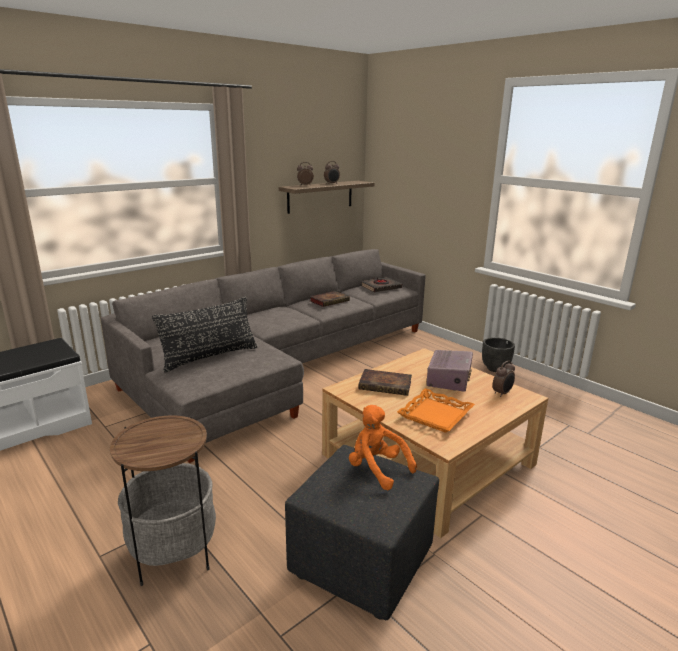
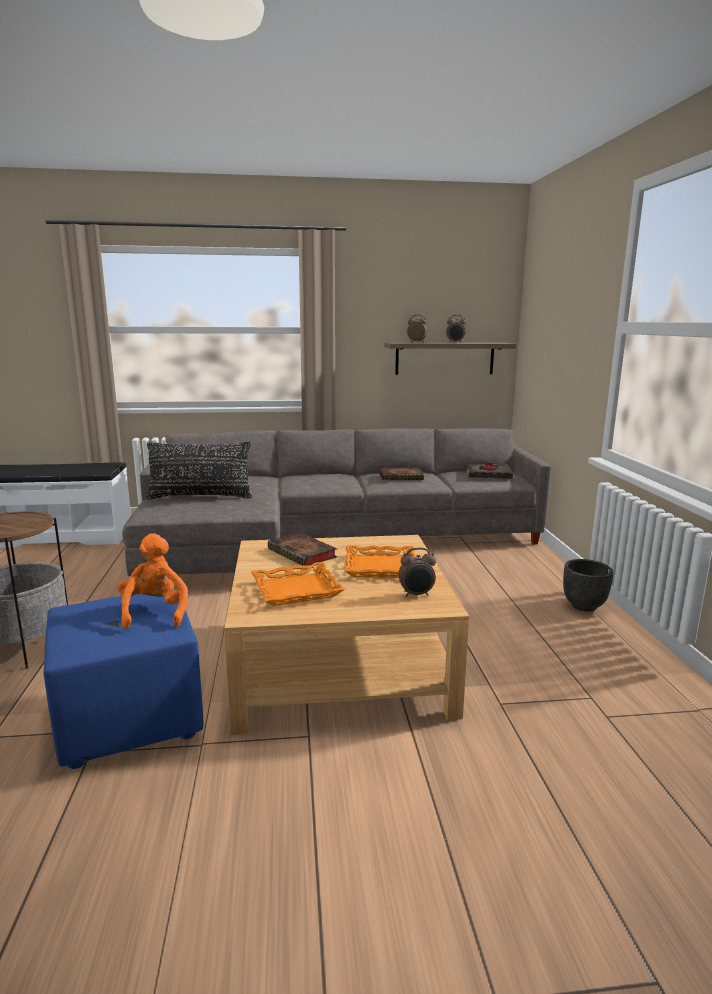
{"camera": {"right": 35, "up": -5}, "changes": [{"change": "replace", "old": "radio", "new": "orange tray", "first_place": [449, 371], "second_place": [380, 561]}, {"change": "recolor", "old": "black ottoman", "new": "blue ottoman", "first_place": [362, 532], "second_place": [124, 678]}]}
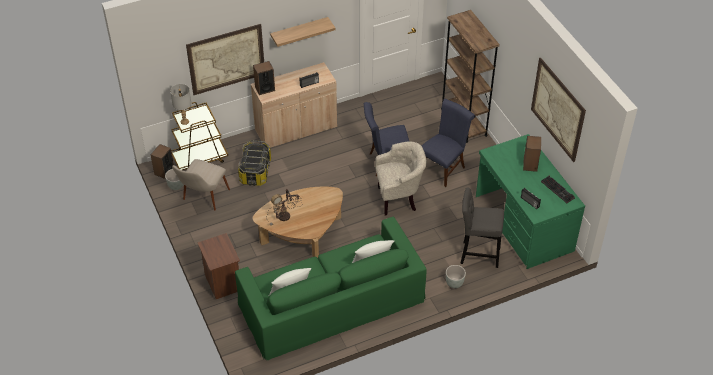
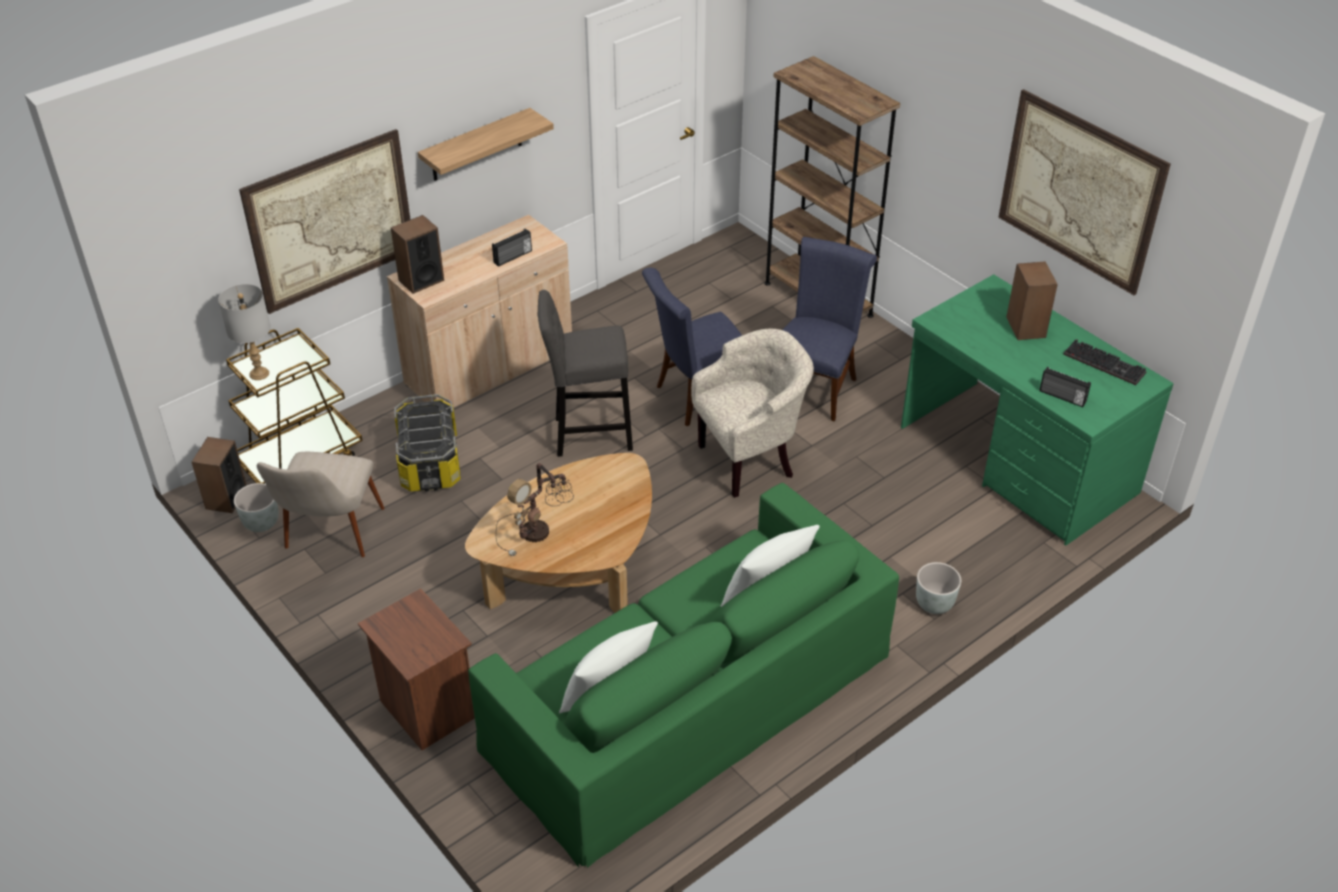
{"camera": {"right": -15, "up": -5}, "changes": [{"change": "move", "old": "grey stool", "first_place": [482, 227], "second_place": [585, 373]}]}
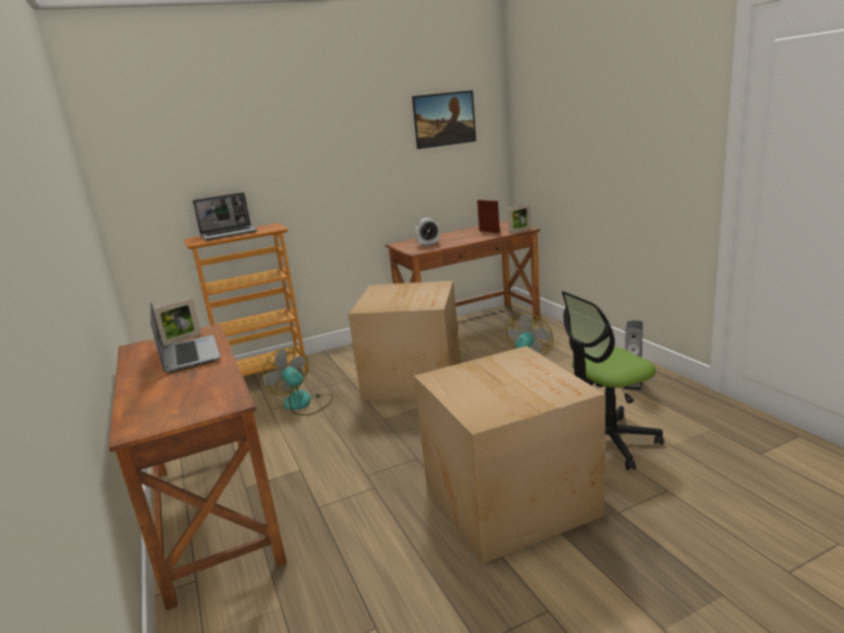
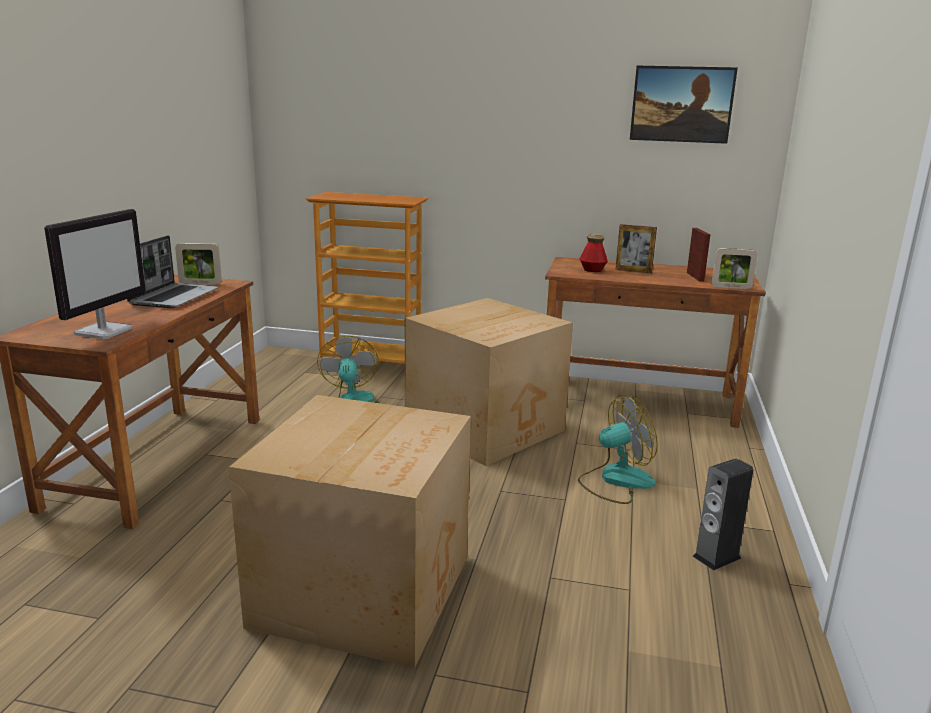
{"camera": {"right": 35, "up": 0}, "changes": [{"change": "delete", "old": "laptop", "first_place": [225, 216]}, {"change": "delete", "old": "office chair", "first_place": [612, 380]}, {"change": "insert", "new": "monitor", "second_place": [95, 274]}, {"change": "insert", "new": "picture frame", "second_place": [636, 248]}, {"change": "replace", "old": "alarm clock", "new": "bottle", "first_place": [427, 232], "second_place": [593, 252]}]}
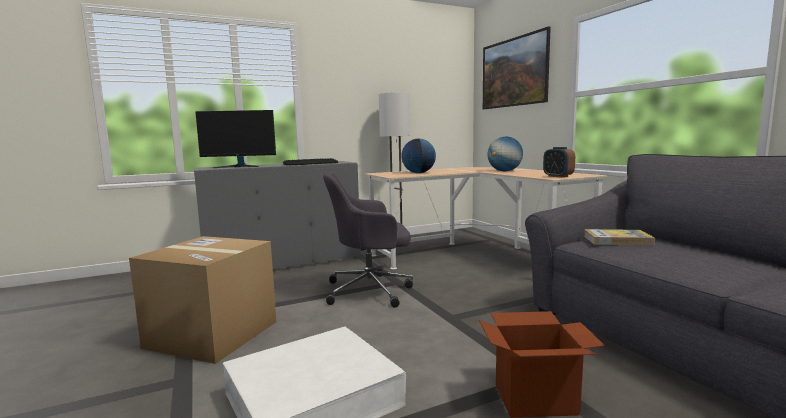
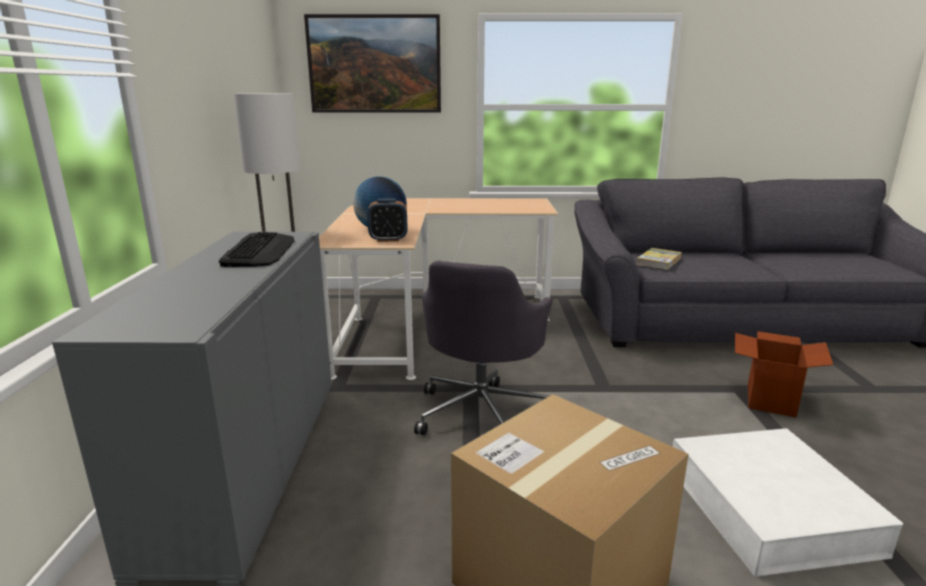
{"camera": {"right": -65, "up": 10}, "changes": [{"change": "delete", "old": "monitor", "first_place": [235, 139]}, {"change": "delete", "old": "globe", "first_place": [505, 154]}, {"change": "move", "old": "alarm clock", "first_place": [559, 162], "second_place": [387, 220]}]}
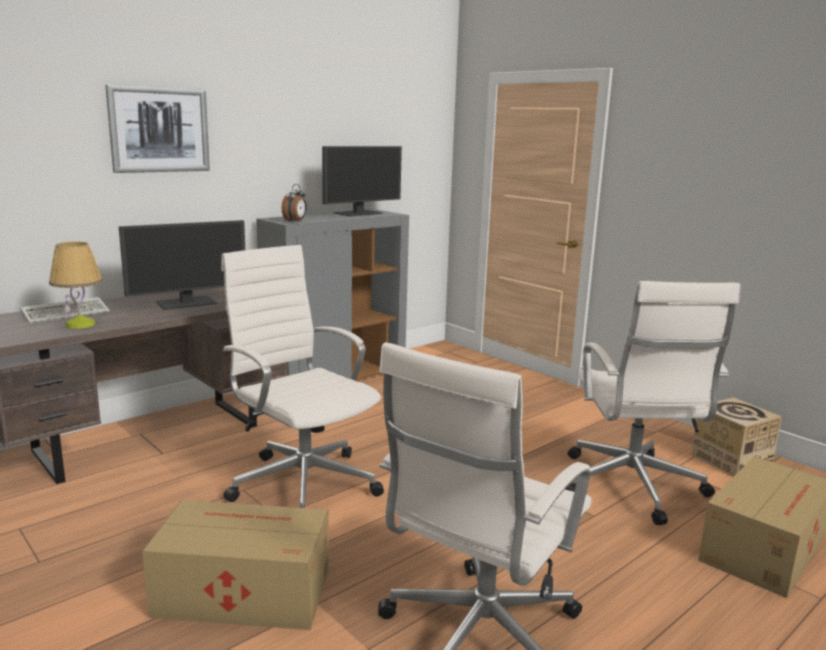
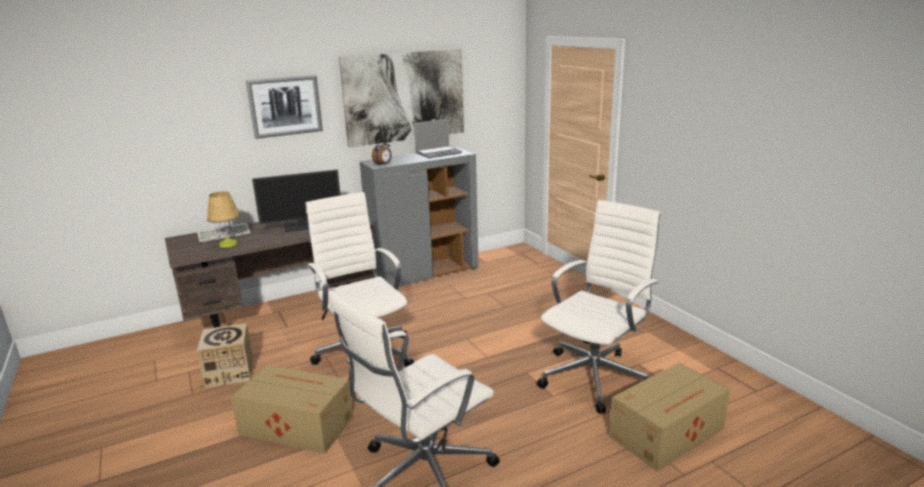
{"camera": {"right": 15, "up": 5}, "changes": [{"change": "insert", "new": "picture", "second_place": [401, 98]}, {"change": "move", "old": "cardboard box", "first_place": [737, 437], "second_place": [225, 355]}, {"change": "replace", "old": "monitor", "new": "laptop", "first_place": [362, 181], "second_place": [438, 138]}, {"change": "rotate", "old": "white office chair", "first_place": [652, 403], "second_place": [599, 306], "degrees": -150}]}
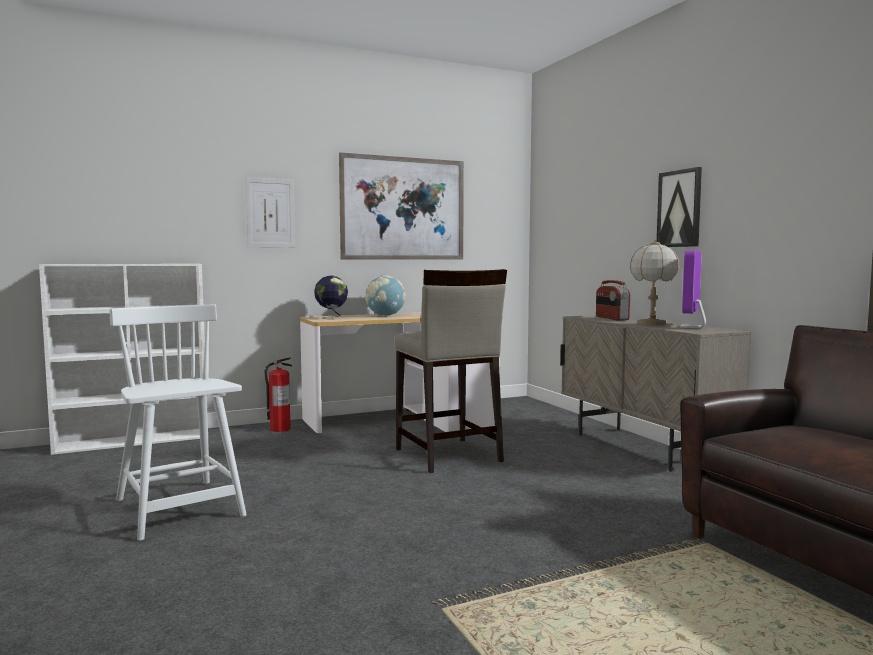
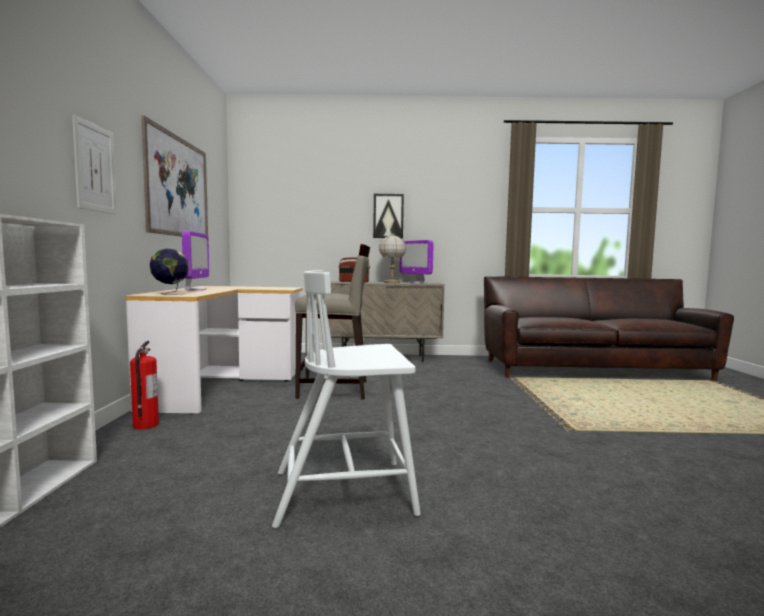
{"camera": {"right": -65, "up": 0}, "changes": [{"change": "replace", "old": "globe", "new": "monitor", "first_place": [385, 295], "second_place": [195, 261]}]}
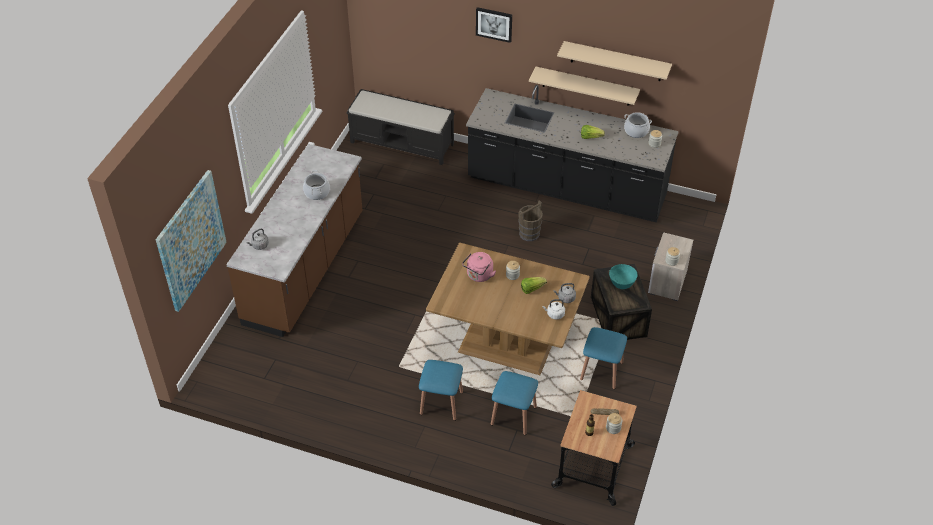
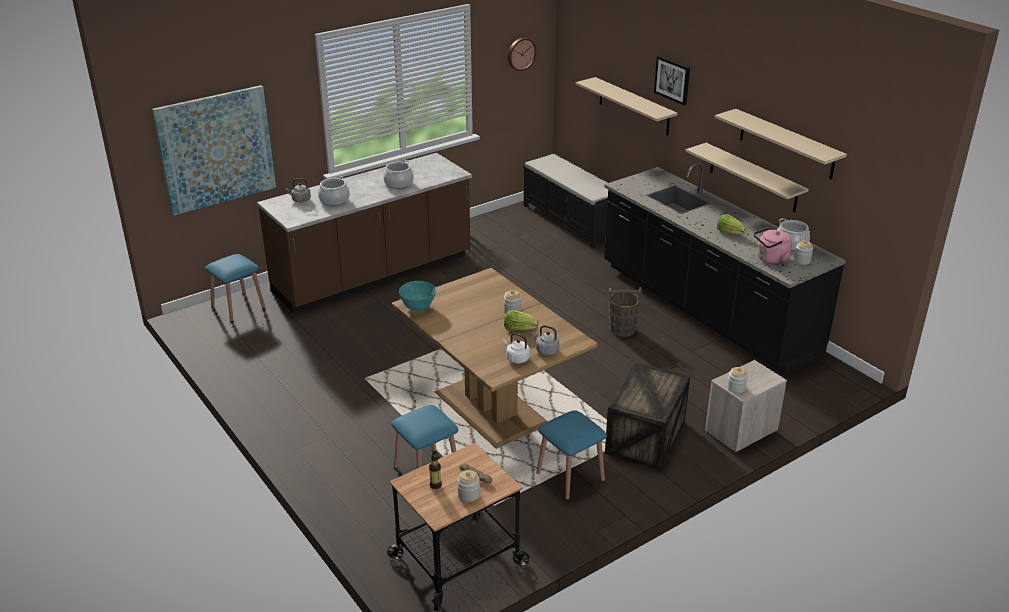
{"camera": {"right": 35, "up": -15}, "changes": [{"change": "insert", "new": "cooking pot", "second_place": [334, 191]}, {"change": "insert", "new": "wall clock", "second_place": [522, 54]}, {"change": "insert", "new": "beige shelf", "second_place": [627, 106]}, {"change": "move", "old": "blue stool", "first_place": [441, 390], "second_place": [235, 288]}, {"change": "move", "old": "pink kettle", "first_place": [479, 267], "second_place": [773, 245]}, {"change": "move", "old": "turquoise bowl", "first_place": [623, 276], "second_place": [417, 296]}]}
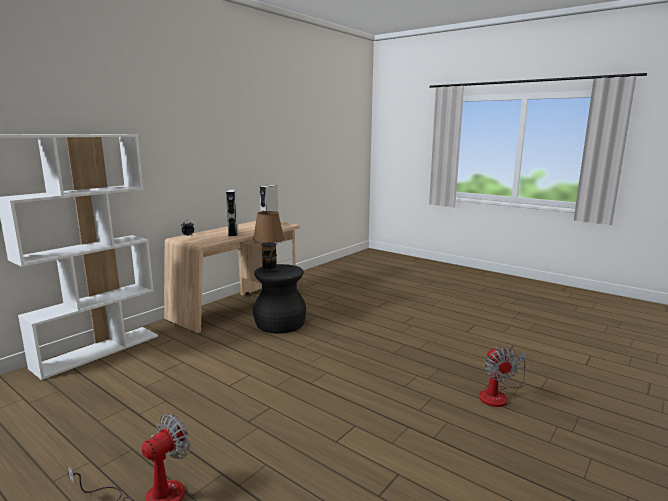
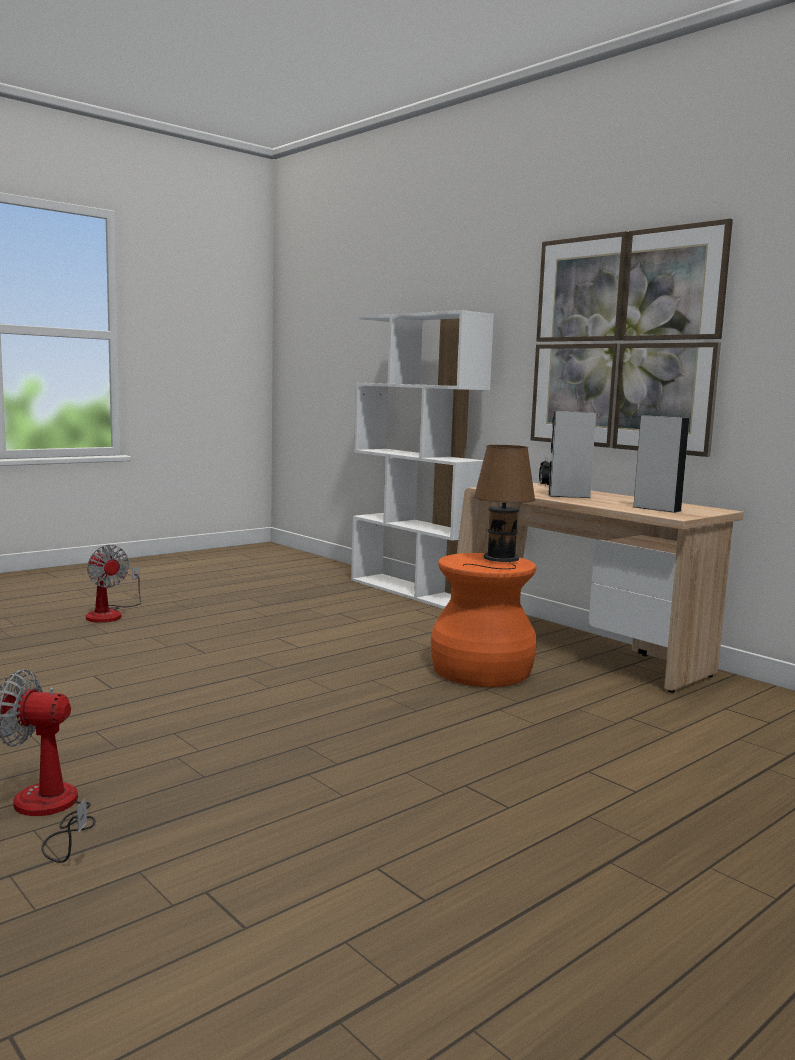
{"camera": {"right": 100, "up": -5}, "changes": [{"change": "insert", "new": "picture", "second_place": [632, 338]}, {"change": "recolor", "old": "black stool", "new": "orange stool", "first_place": [279, 299], "second_place": [483, 620]}]}
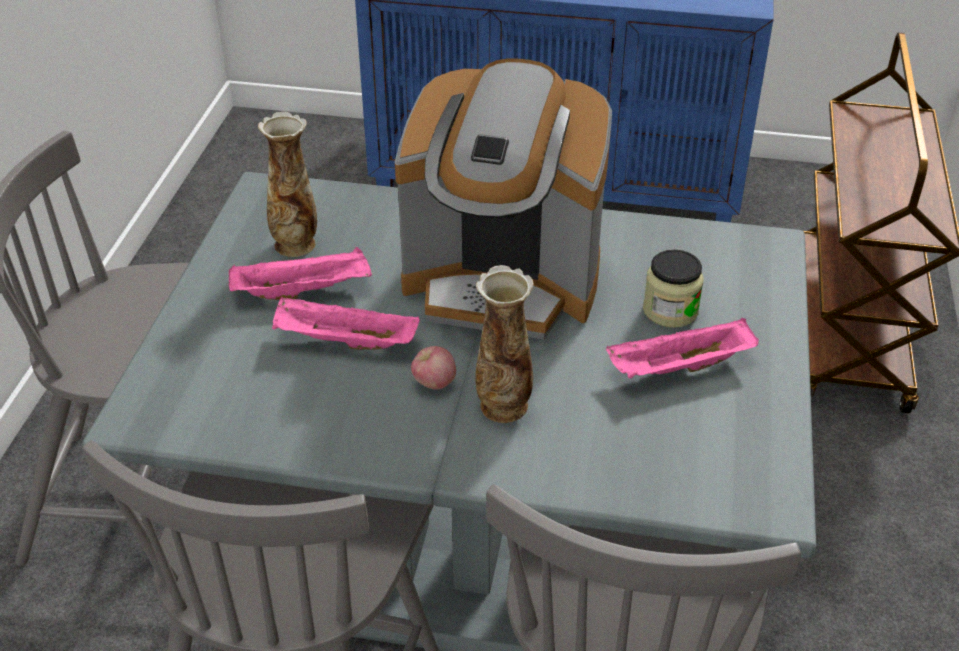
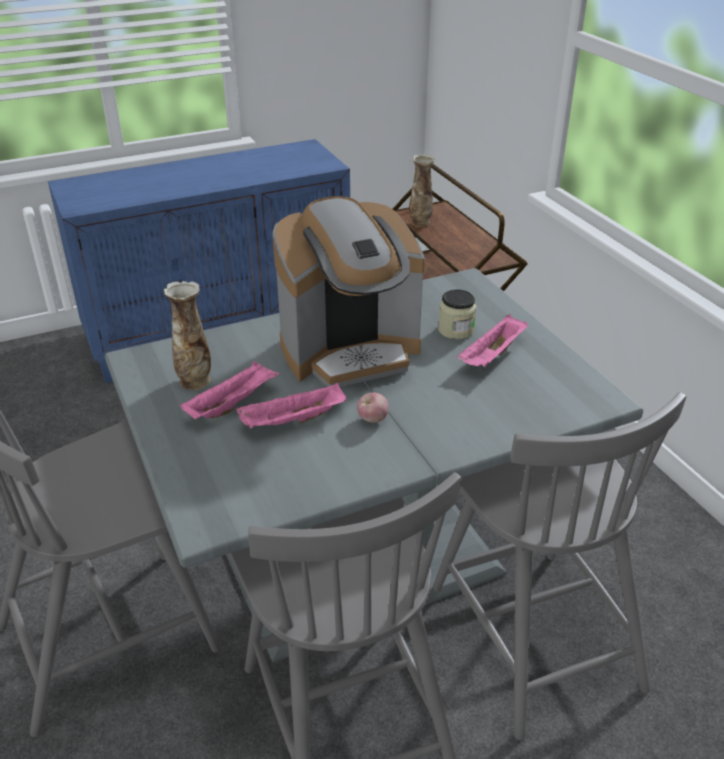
{"camera": {"right": -35, "up": -5}, "changes": [{"change": "move", "old": "vase", "first_place": [505, 344], "second_place": [422, 190]}]}
